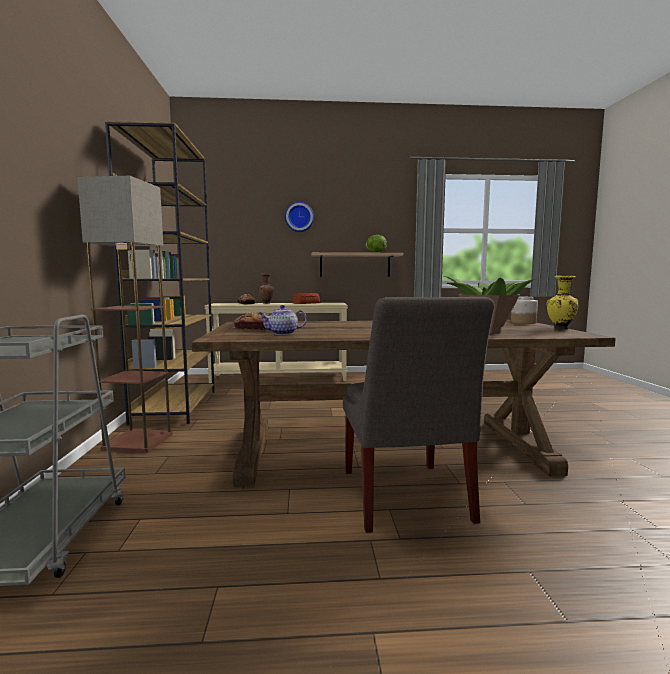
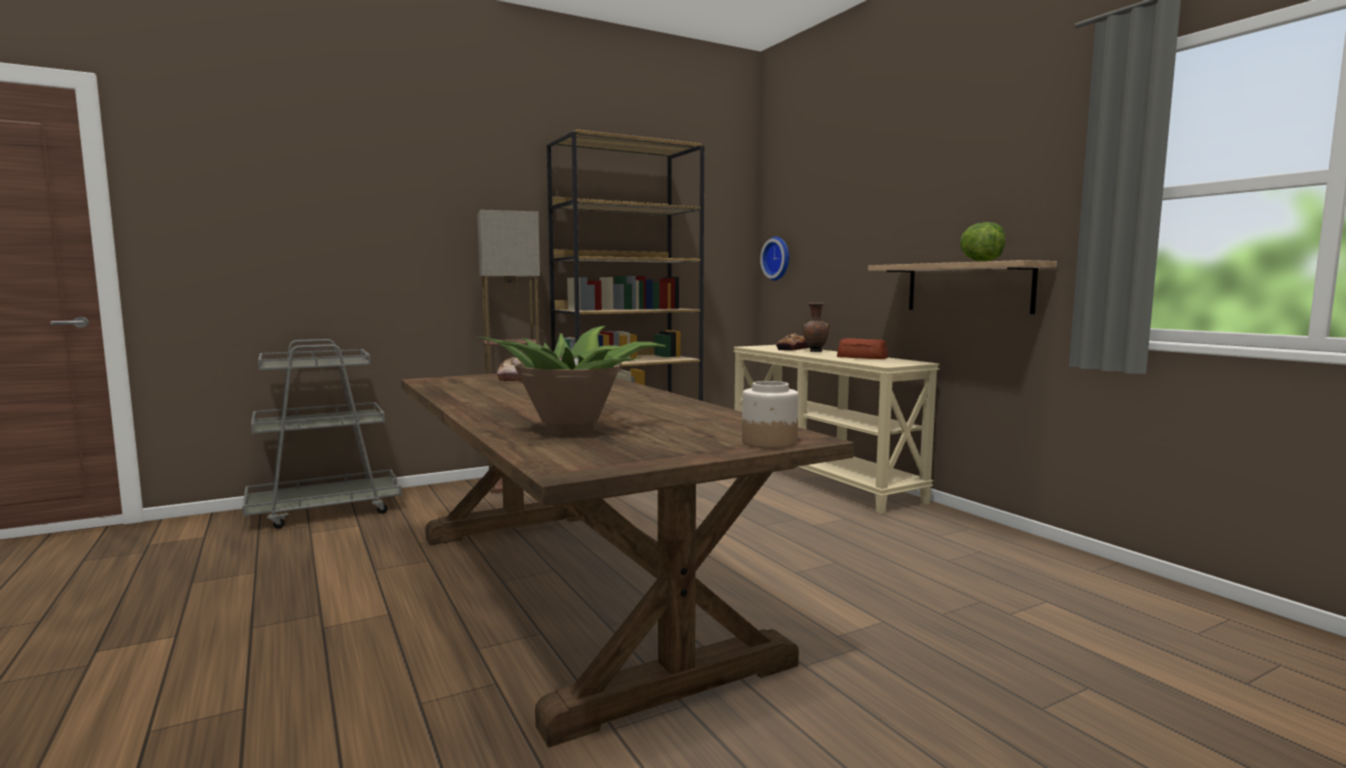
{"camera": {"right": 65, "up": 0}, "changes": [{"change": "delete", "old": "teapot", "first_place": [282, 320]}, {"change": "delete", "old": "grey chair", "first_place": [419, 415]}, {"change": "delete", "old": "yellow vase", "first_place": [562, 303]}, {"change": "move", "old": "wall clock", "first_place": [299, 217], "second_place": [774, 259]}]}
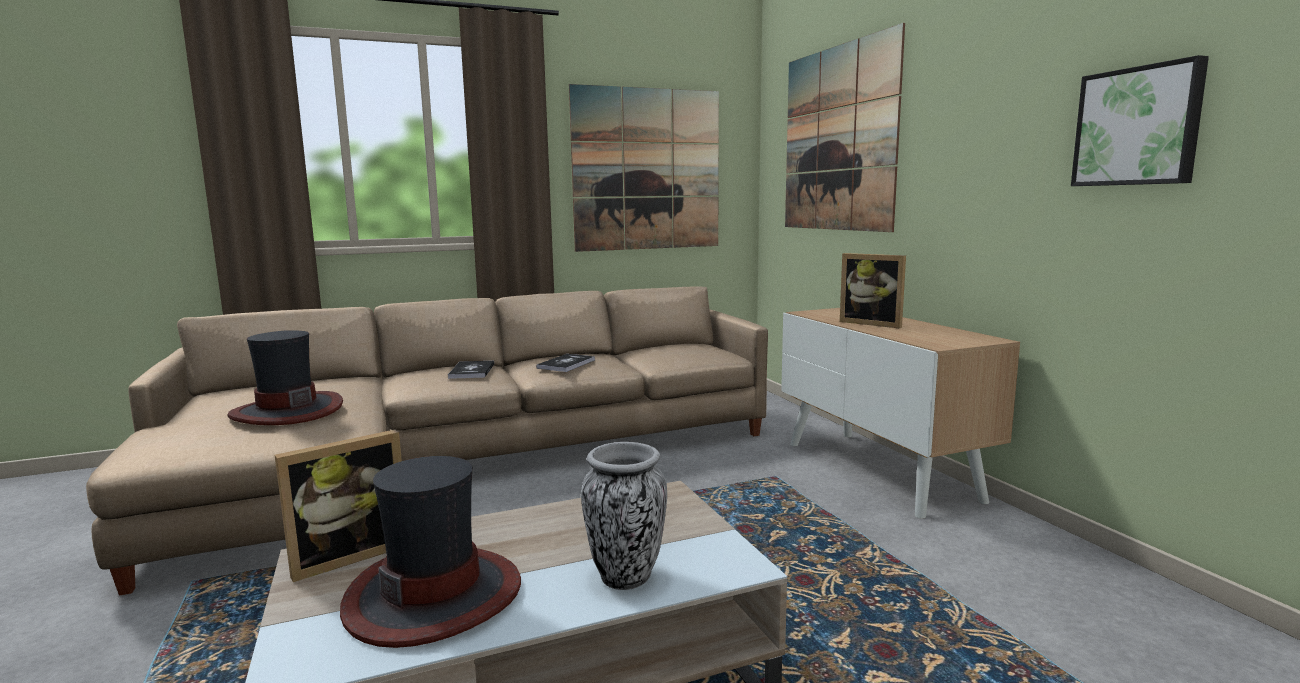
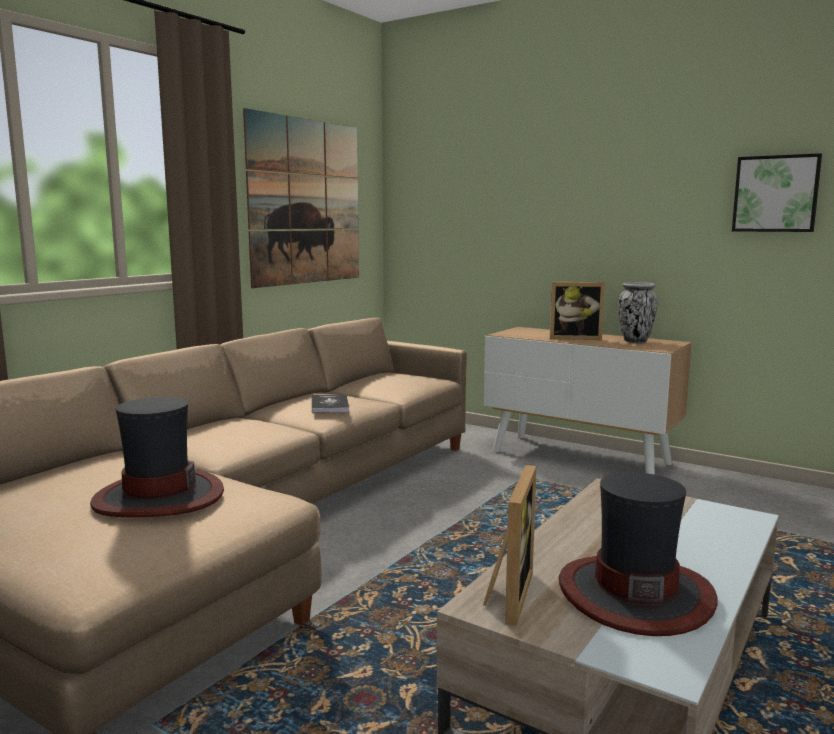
{"camera": {"right": -35, "up": 0}, "changes": [{"change": "delete", "old": "book", "first_place": [471, 370]}, {"change": "delete", "old": "picture", "first_place": [845, 127]}, {"change": "move", "old": "vase", "first_place": [624, 516], "second_place": [638, 312]}]}
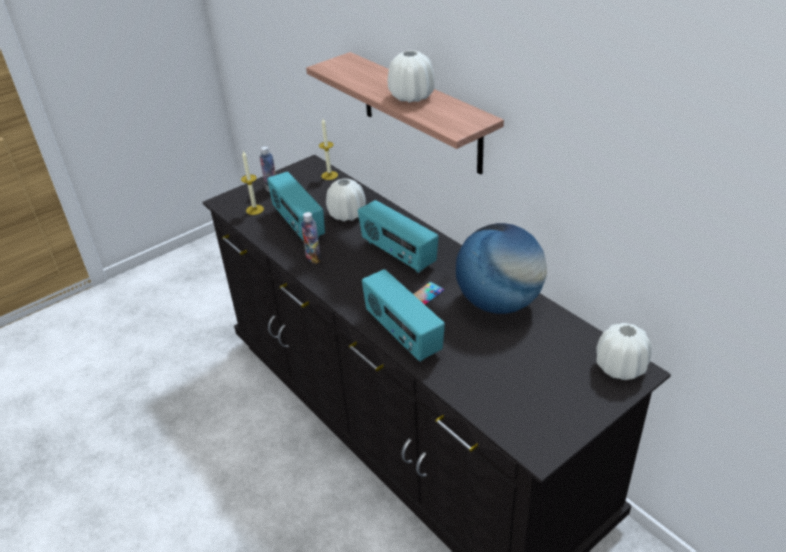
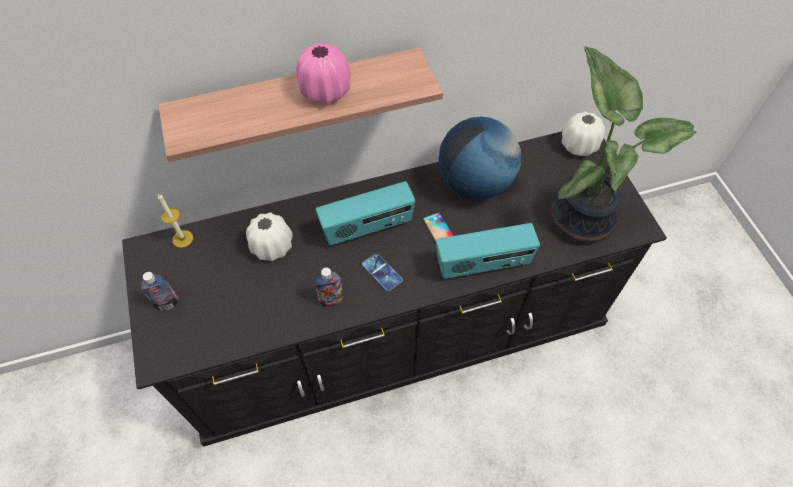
{"camera": {"right": -70, "up": 20}, "changes": [{"change": "delete", "old": "candle", "first_place": [252, 183]}, {"change": "delete", "old": "radio", "first_place": [296, 206]}, {"change": "insert", "new": "phone", "second_place": [382, 272]}, {"change": "insert", "new": "potted plant", "second_place": [624, 144]}, {"change": "recolor", "old": "white vase", "new": "pink vase", "first_place": [411, 76], "second_place": [323, 73]}]}
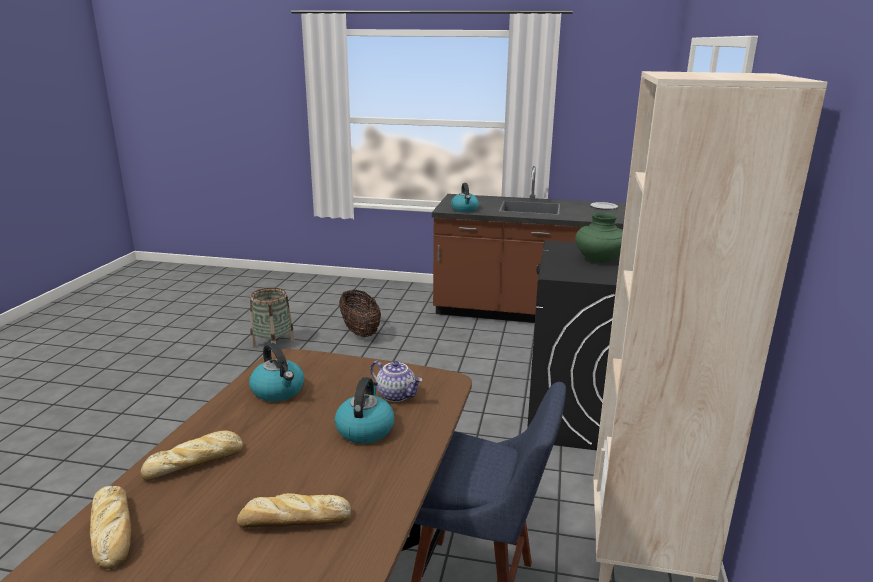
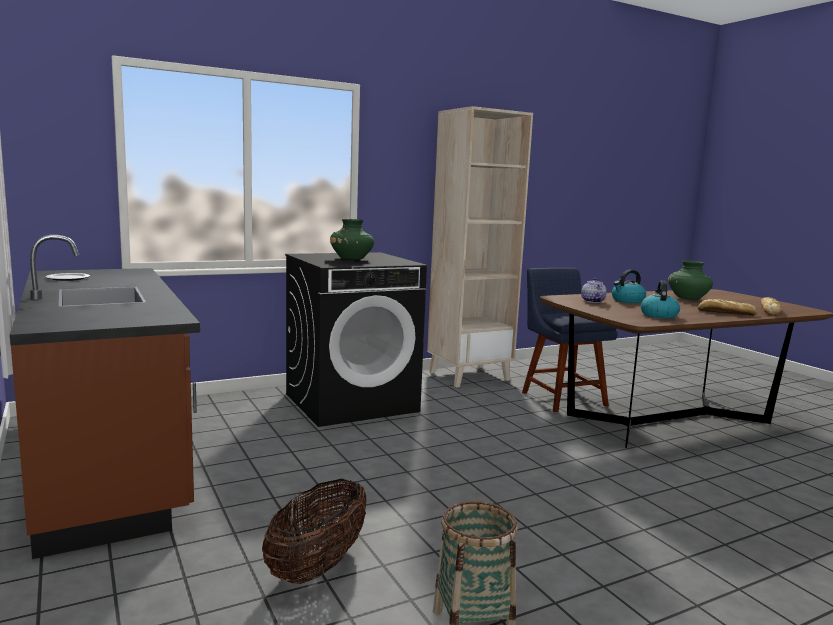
{"camera": {"right": -130, "up": -10}, "changes": [{"change": "delete", "old": "kettle", "first_place": [465, 197]}, {"change": "replace", "old": "bread", "new": "green vase", "first_place": [294, 510], "second_place": [690, 280]}]}
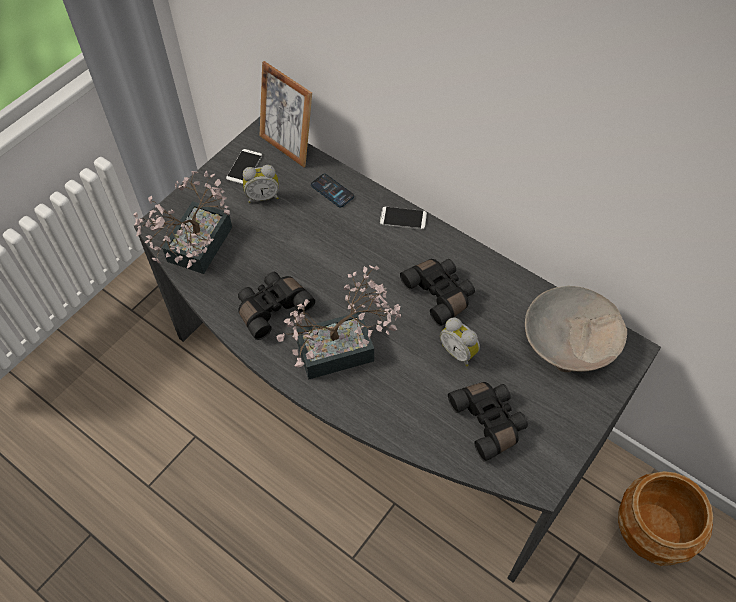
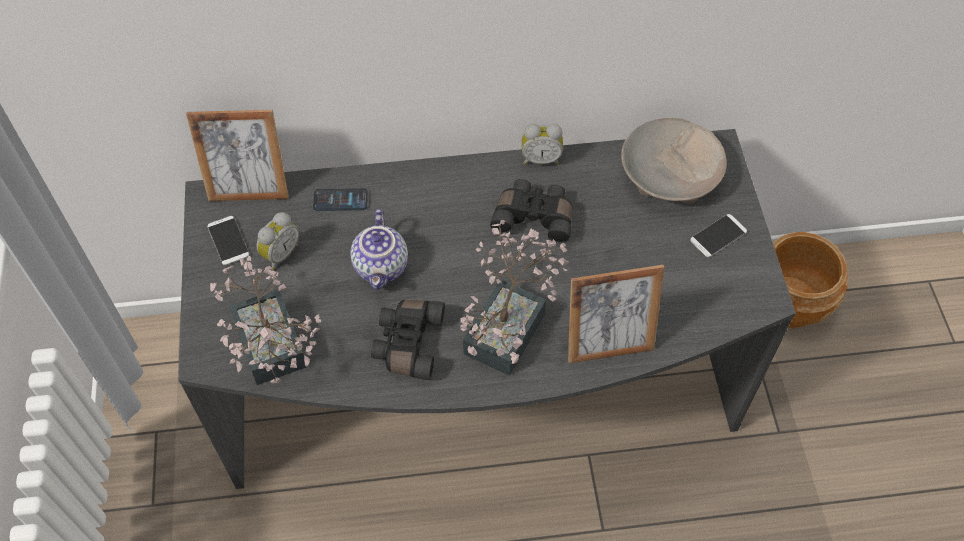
{"camera": {"right": -45, "up": 0}, "changes": [{"change": "delete", "old": "black binoculars", "first_place": [488, 422]}, {"change": "insert", "new": "teapot", "second_place": [379, 249]}, {"change": "insert", "new": "picture frame", "second_place": [616, 314]}, {"change": "move", "old": "phone", "first_place": [403, 218], "second_place": [718, 235]}, {"change": "move", "old": "alarm clock", "first_place": [460, 341], "second_place": [542, 144]}]}
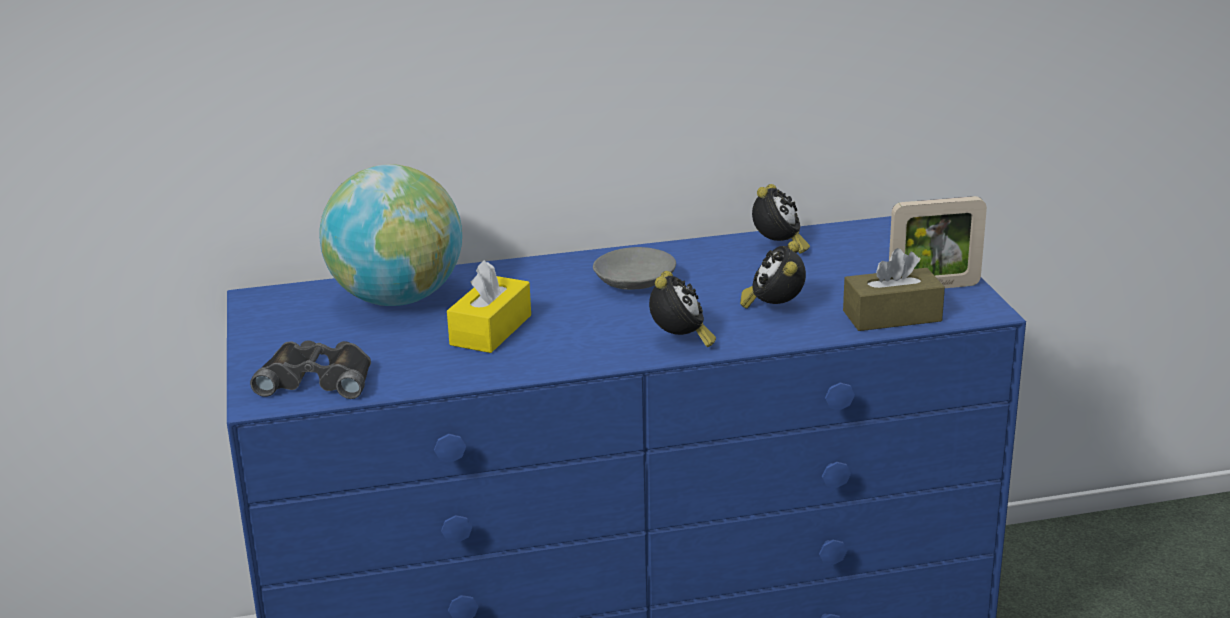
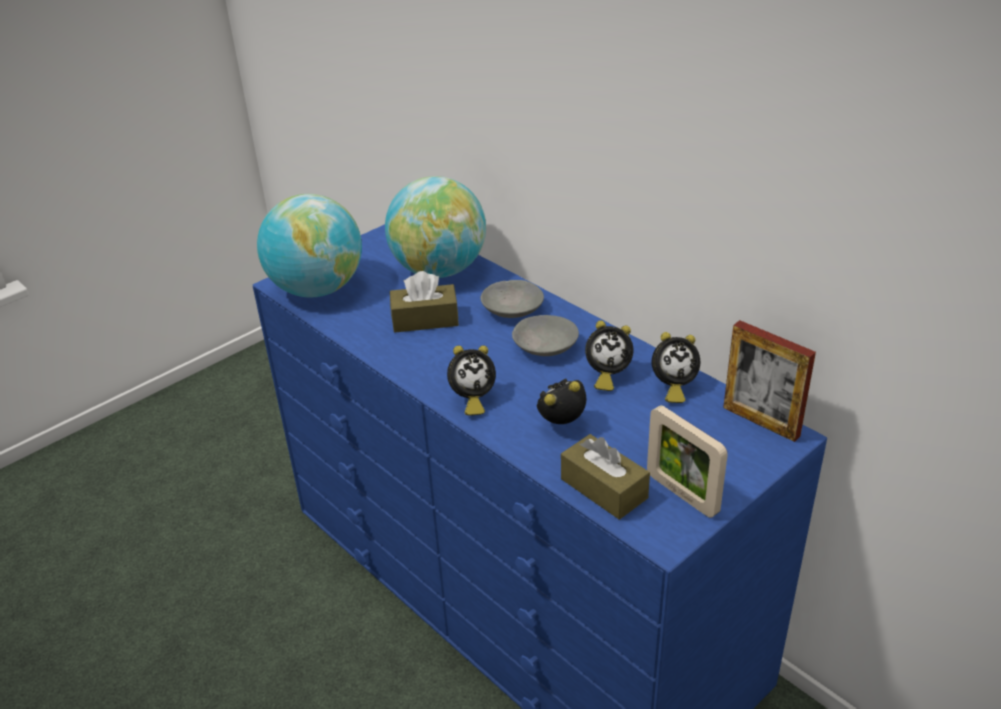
{"camera": {"right": 60, "up": 10}, "changes": [{"change": "insert", "new": "grey bowl", "second_place": [512, 299]}, {"change": "insert", "new": "alarm clock", "second_place": [609, 355]}, {"change": "insert", "new": "picture frame", "second_place": [769, 381]}, {"change": "replace", "old": "black binoculars", "new": "globe", "first_place": [310, 369], "second_place": [309, 245]}, {"change": "recolor", "old": "yellow tissue box", "new": "brown tissue box", "first_place": [489, 306], "second_place": [424, 301]}]}
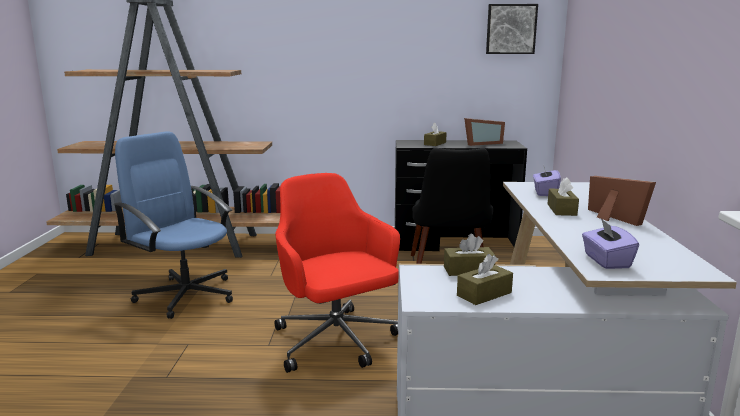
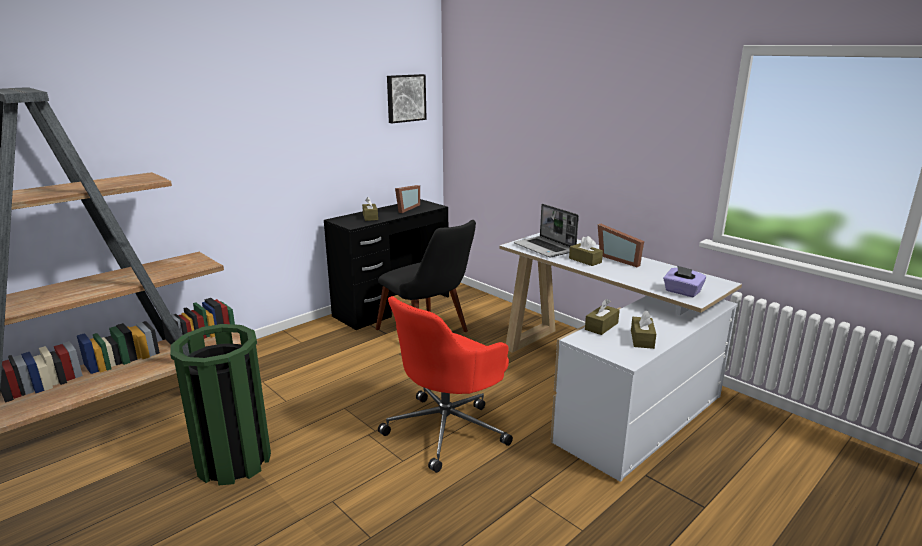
{"camera": {"right": -45, "up": 5}, "changes": [{"change": "replace", "old": "blue office chair", "new": "green trash can", "first_place": [173, 225], "second_place": [220, 405]}, {"change": "replace", "old": "purple tissue box", "new": "laptop", "first_place": [547, 180], "second_place": [546, 230]}, {"change": "rotate", "old": "red office chair", "first_place": [337, 273], "second_place": [445, 384], "degrees": -60}, {"change": "rotate", "old": "picture frame", "first_place": [622, 201], "second_place": [621, 245], "degrees": -150}]}
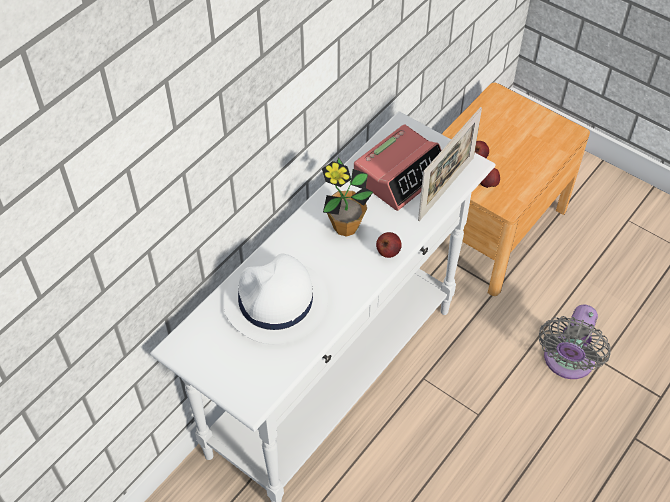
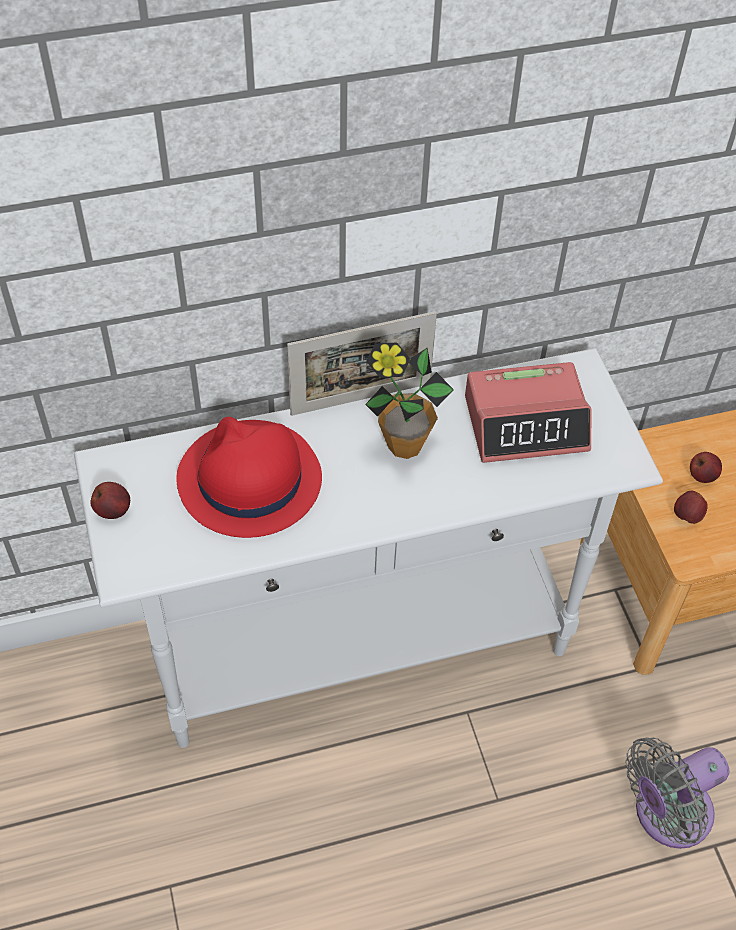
{"camera": {"right": 35, "up": 0}, "changes": [{"change": "move", "old": "apple", "first_place": [389, 245], "second_place": [110, 500]}, {"change": "move", "old": "picture frame", "first_place": [450, 164], "second_place": [362, 363]}, {"change": "recolor", "old": "white hat", "new": "red hat", "first_place": [275, 299], "second_place": [249, 477]}]}
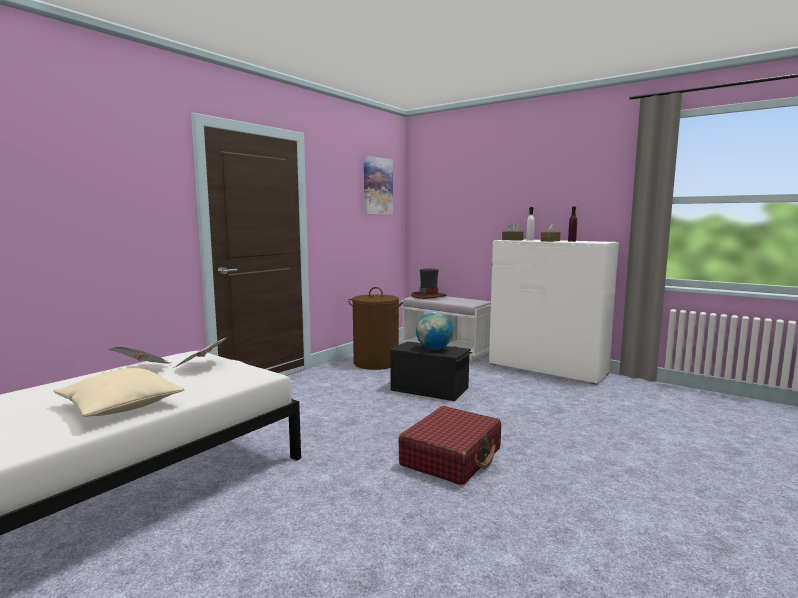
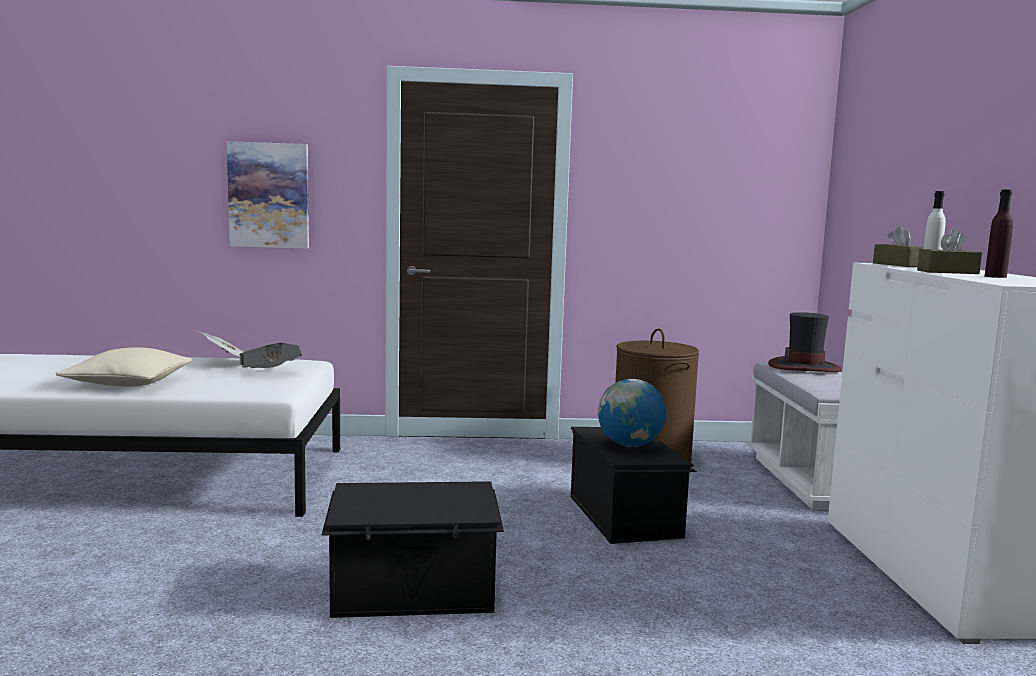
{"camera": {"right": 50, "up": 0}, "changes": [{"change": "move", "old": "picture", "first_place": [378, 184], "second_place": [268, 195]}, {"change": "replace", "old": "red suitcase", "new": "black storage box", "first_place": [449, 445], "second_place": [412, 549]}]}
